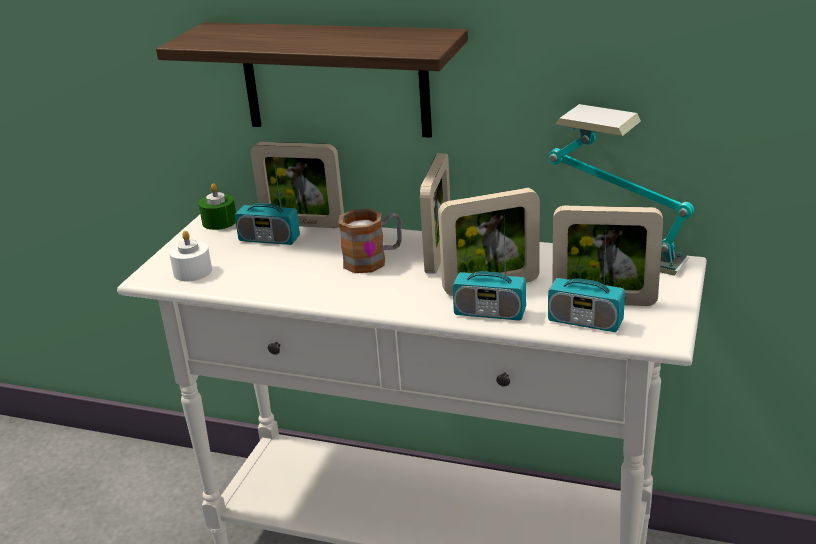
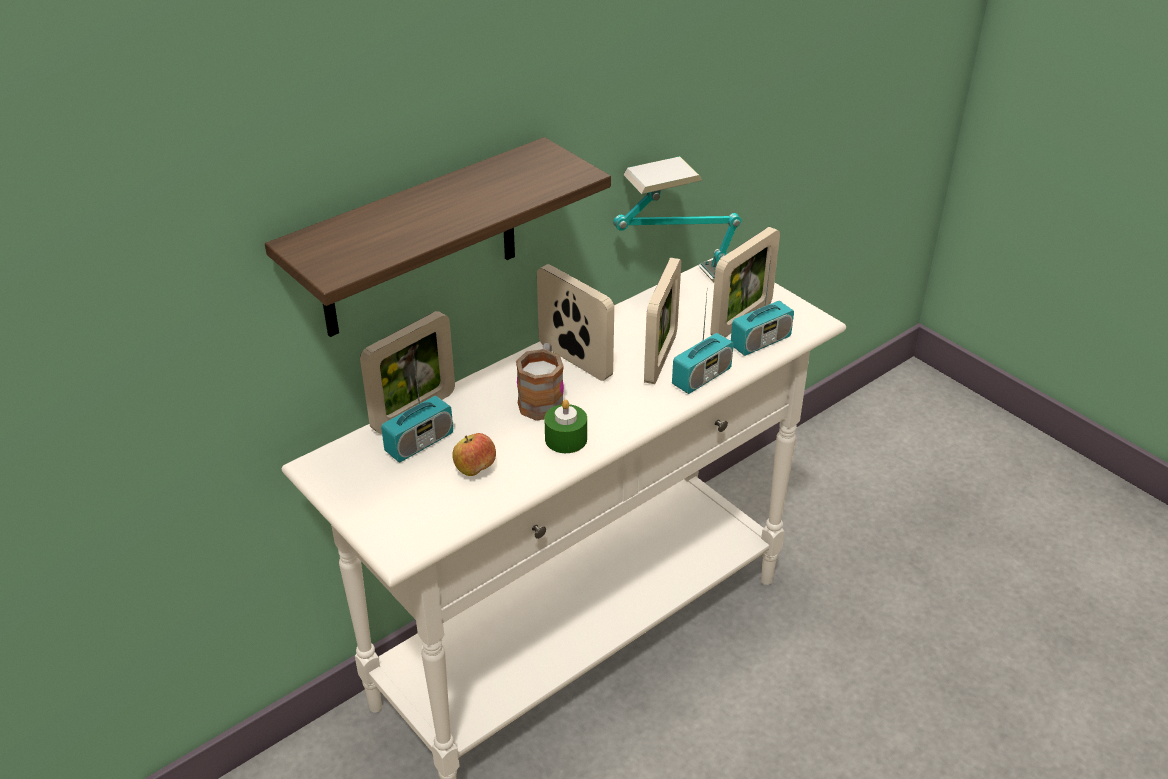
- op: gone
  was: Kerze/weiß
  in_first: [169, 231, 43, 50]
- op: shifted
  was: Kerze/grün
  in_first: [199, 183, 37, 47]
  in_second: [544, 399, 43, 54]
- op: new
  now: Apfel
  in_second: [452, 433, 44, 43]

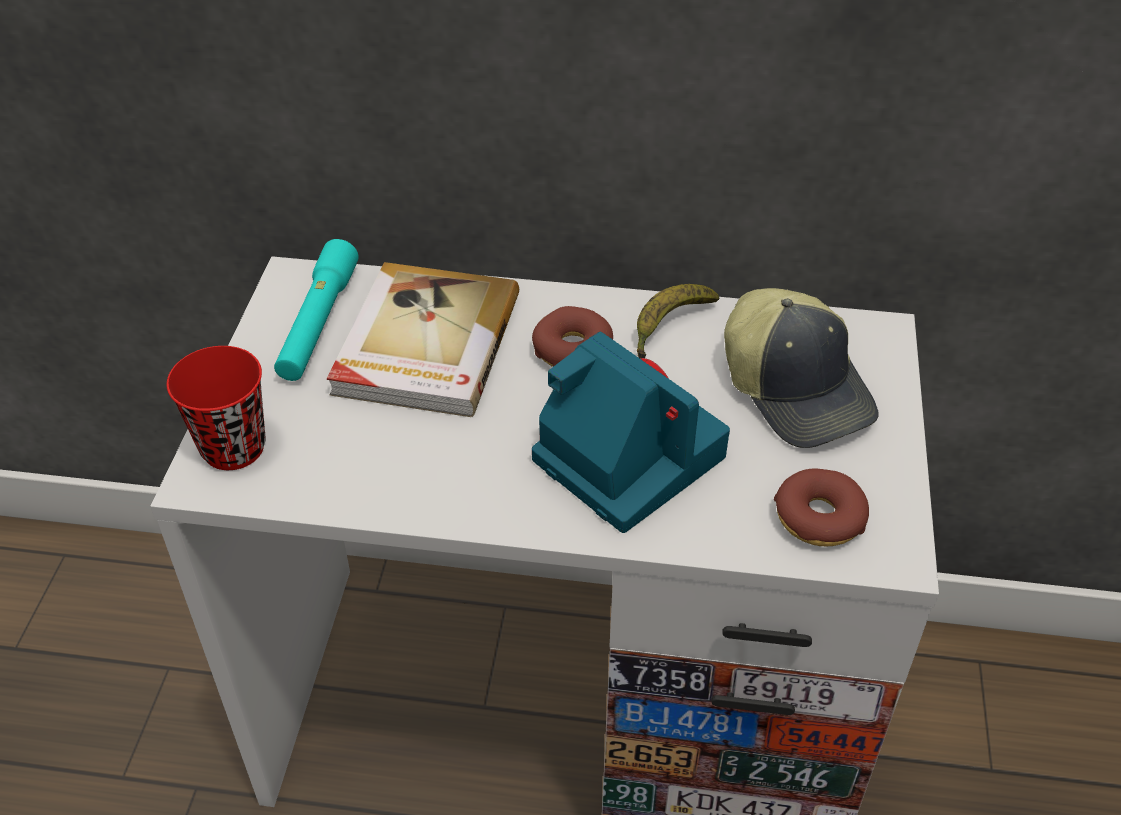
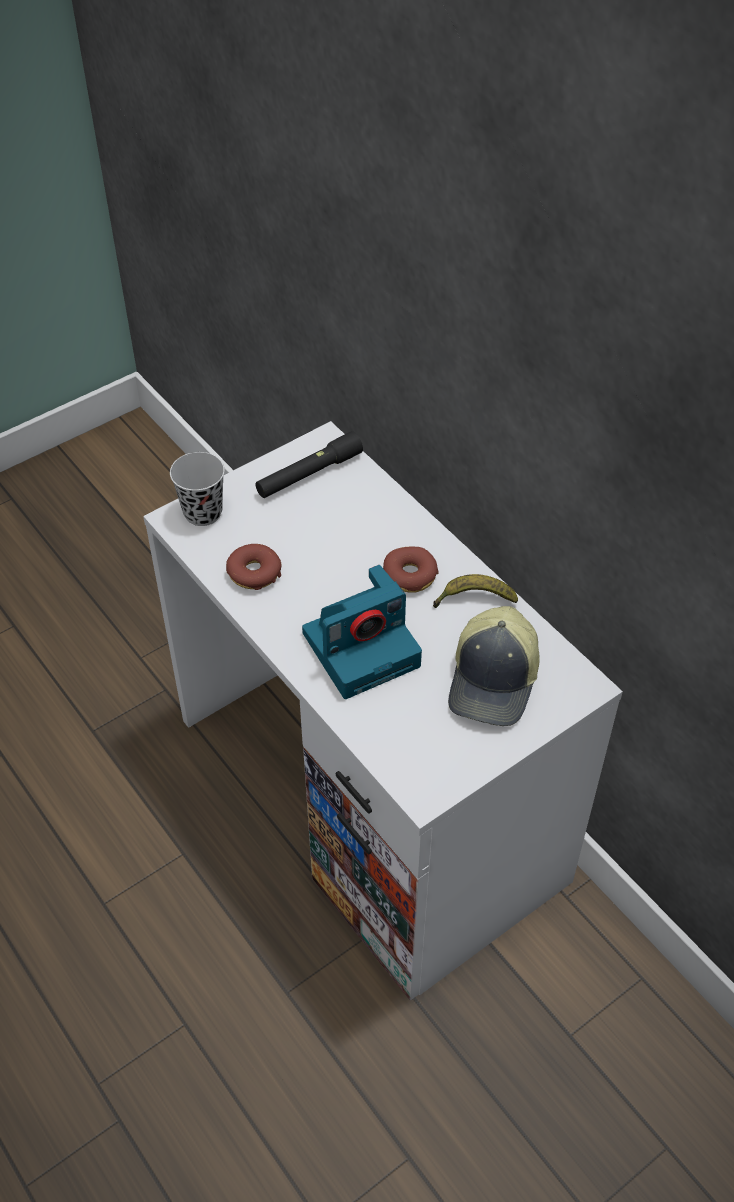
- op: repainted
  was: Tasse/rot
  now: Tasse/schwarz
  in_first: [167, 346, 99, 124]
  in_second: [170, 452, 55, 74]
- op: repainted
  was: Taschenlampe/türkis
  now: Taschenlampe/schwarz
  in_first: [274, 239, 85, 142]
  in_second: [256, 431, 107, 67]
- op: gone
  was: Buch
  in_first: [327, 262, 192, 155]
- op: rotated
  was: Kamera
  in_first: [532, 332, 198, 201]
  in_second: [302, 565, 120, 134]
  clockwise: 60
- op: shifted
  was: Donut
  in_first: [774, 468, 95, 78]
  in_second: [226, 544, 55, 46]

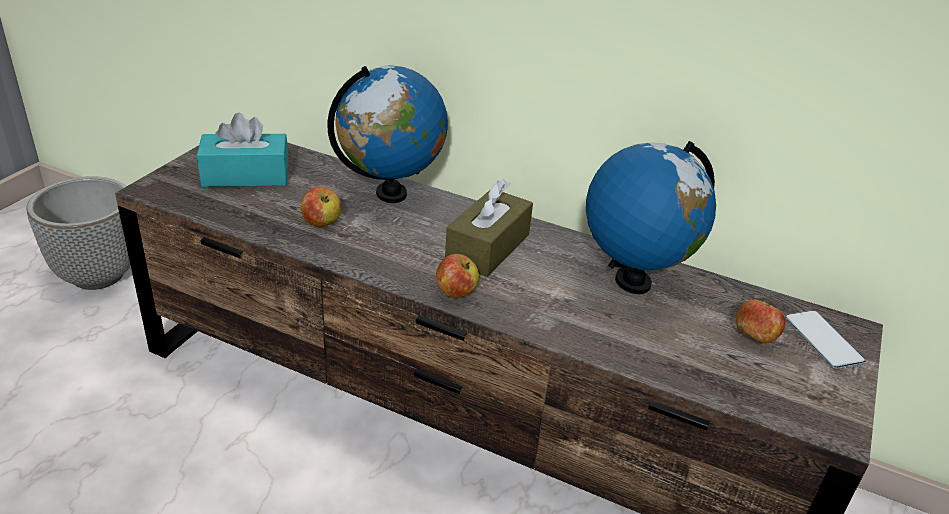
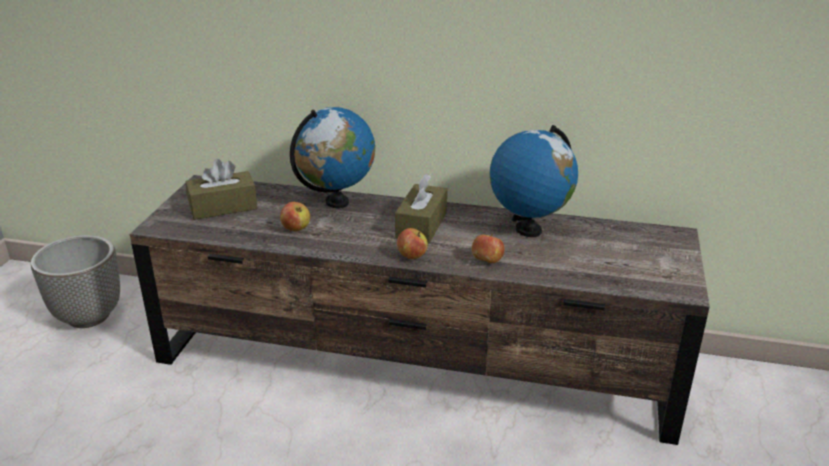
- op: repainted
  was: Taschentuchbox/türkis
  now: Taschentuchbox/braun
  in_first: [197, 113, 91, 74]
  in_second: [185, 159, 72, 61]
- op: shifted
  was: Apfel
  in_first: [736, 299, 50, 44]
  in_second: [472, 233, 33, 30]
- op: gone
  was: Handy
  in_first: [785, 310, 81, 59]

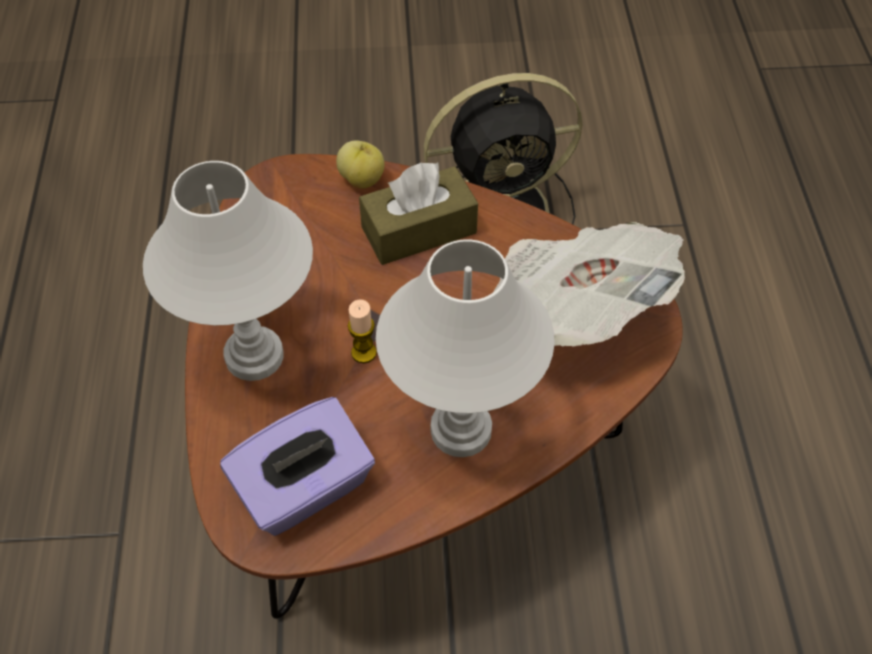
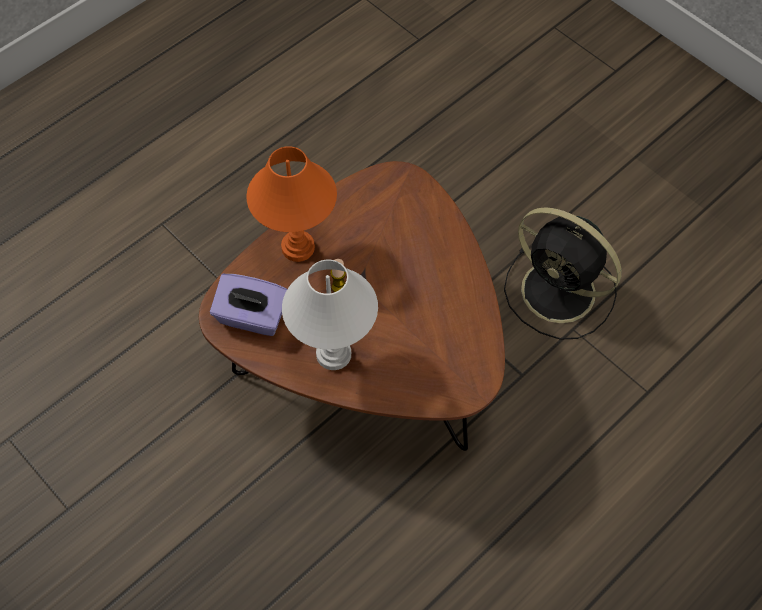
- op: repainted
  was: Tischlampe/weiß
  now: Tischlampe/orange
  in_first: [143, 161, 170, 220]
  in_second: [246, 146, 91, 116]
- op: gone
  was: Apfel
  in_first: [336, 140, 49, 49]
- op: gone
  was: Taschentuchbox/braun
  in_first: [359, 163, 119, 102]
- op: gone
  was: Zeitung
  in_first: [491, 222, 194, 125]

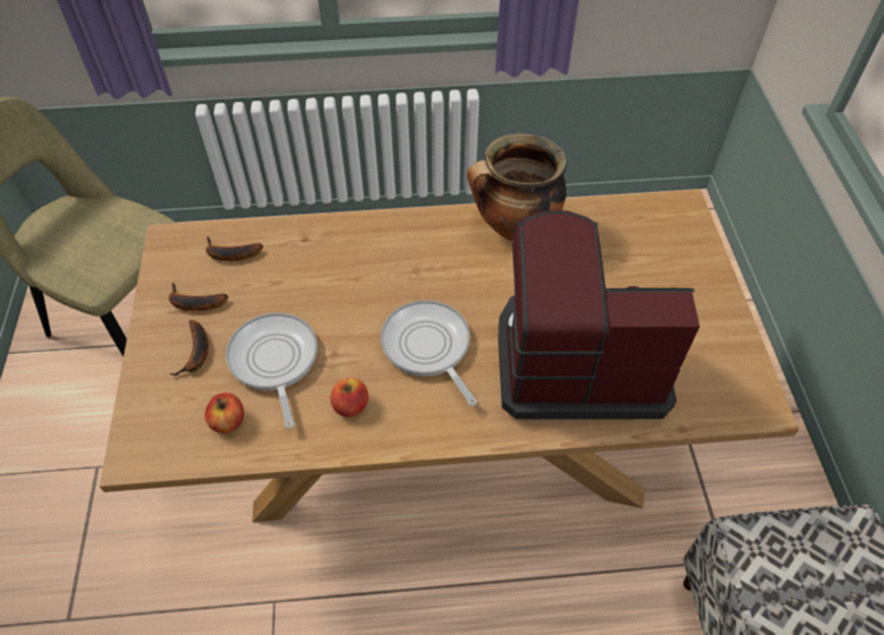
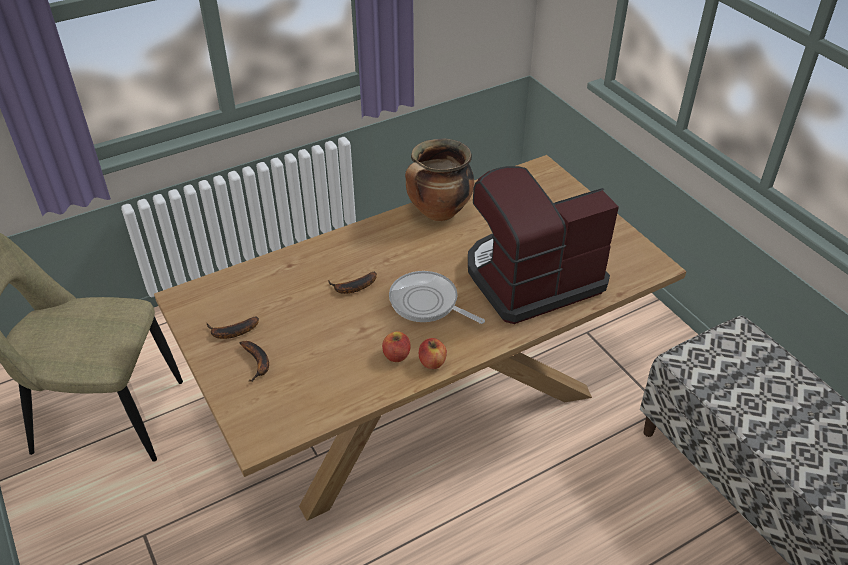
- op: shifted
  was: Apfel
  in_first: [205, 393, 39, 40]
  in_second: [419, 338, 28, 31]
- op: shifted
  was: Banane
  in_first: [206, 236, 57, 25]
  in_second: [328, 272, 49, 22]
- op: gone
  was: Pfanne
  in_first: [226, 313, 91, 116]

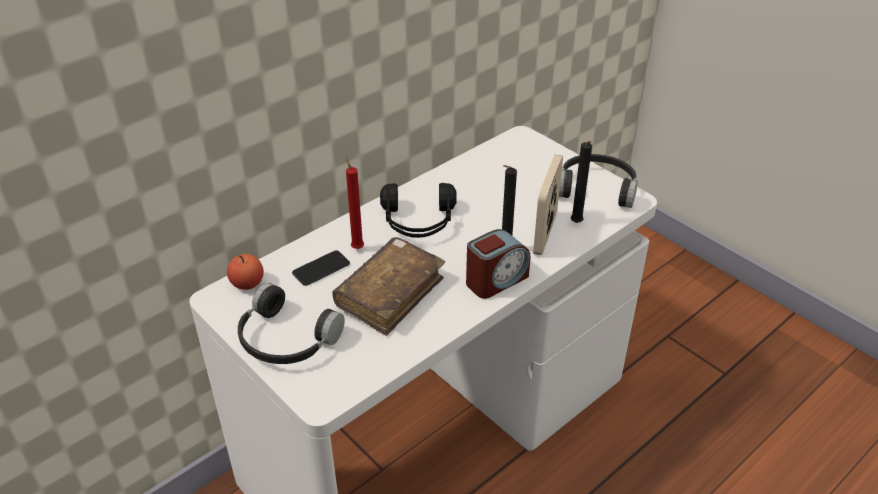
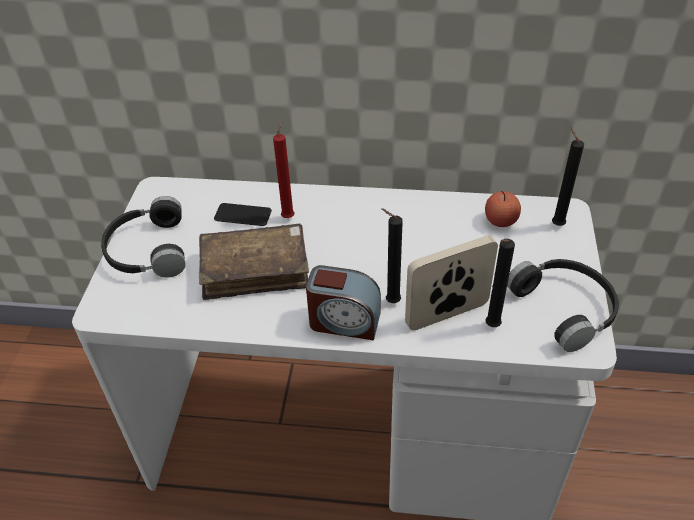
- op: shifted
  was: Apfel
  in_first: [227, 254, 37, 36]
  in_second: [485, 191, 36, 36]
- op: gone
  was: Kopfhörer/schwarz
  in_first: [380, 183, 77, 55]
- op: new
  now: Kerze/schwarz
  in_second: [552, 127, 32, 99]

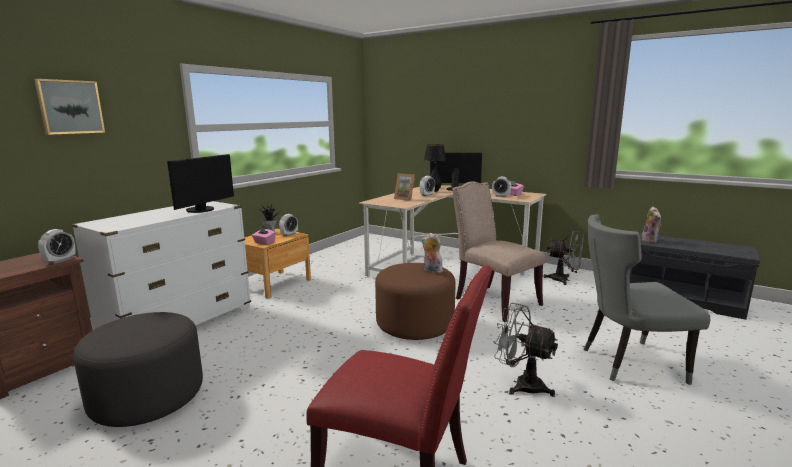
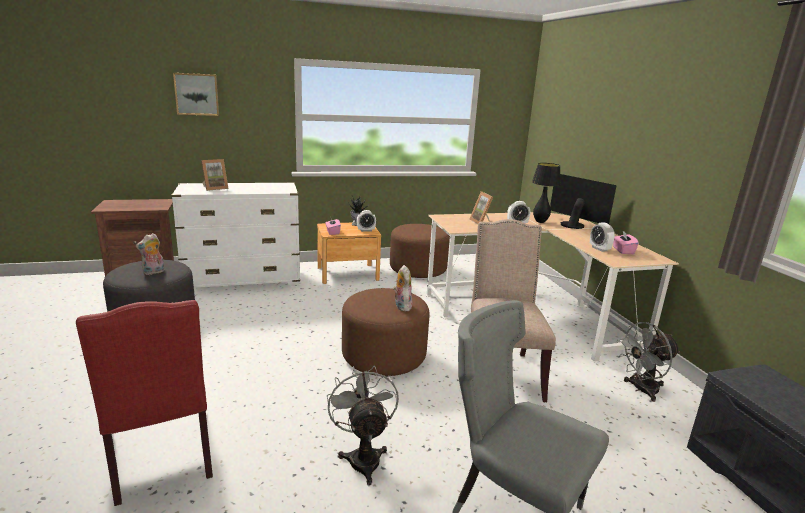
- op: gone
  was: Wecker
  in_first: [38, 229, 38, 35]
- op: gone
  was: Monitor
  in_first: [167, 154, 67, 59]
- op: rotated
  was: Ventilator/grau
  in_first: [543, 231, 41, 54]
  in_second: [616, 322, 64, 80]
  clockwise: 90
- op: shifted
  was: Plüschtier
  in_first: [642, 207, 19, 36]
  in_second: [136, 233, 29, 42]
- op: new
  now: Bilderrahmen
  in_second: [201, 159, 28, 32]
- op: new
  now: Polsterhocker/braun
  in_second: [390, 224, 60, 54]

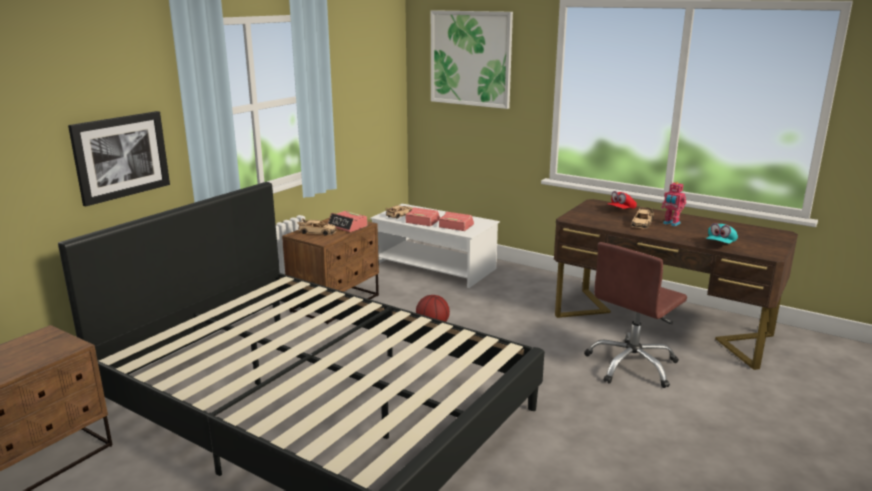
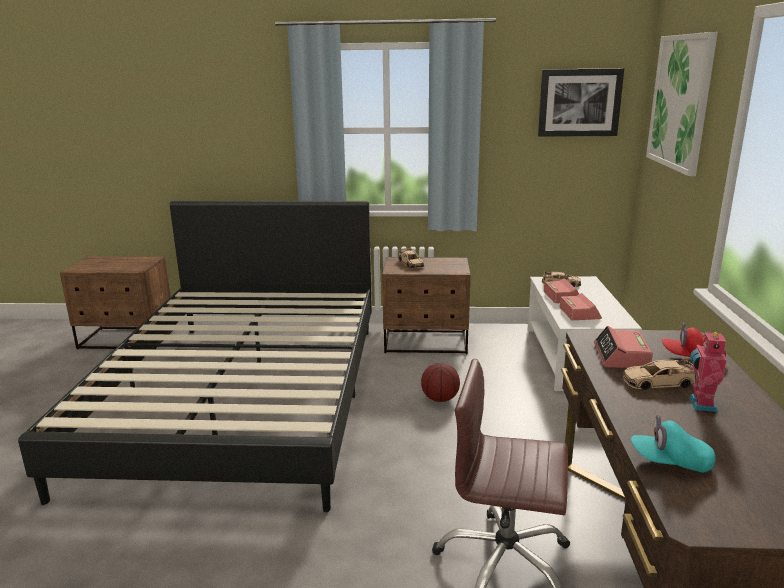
- op: shifted
  was: Bild
  in_first: [68, 111, 102, 95]
  in_second: [538, 68, 86, 69]
- op: shifted
  was: Wecker
  in_first: [327, 211, 40, 21]
  in_second: [594, 326, 59, 42]

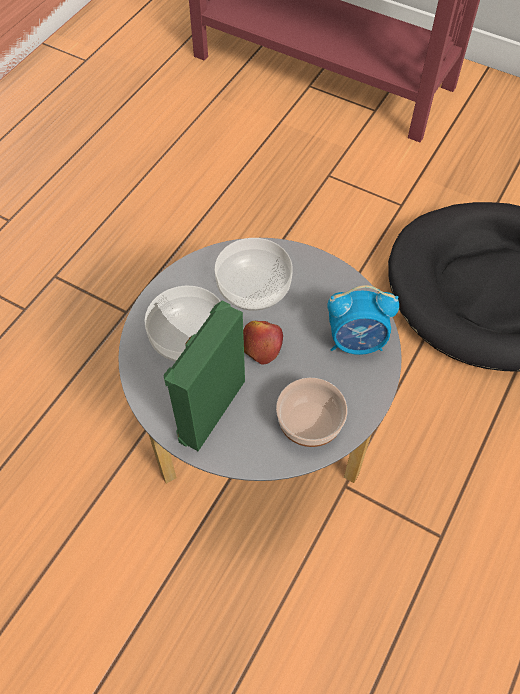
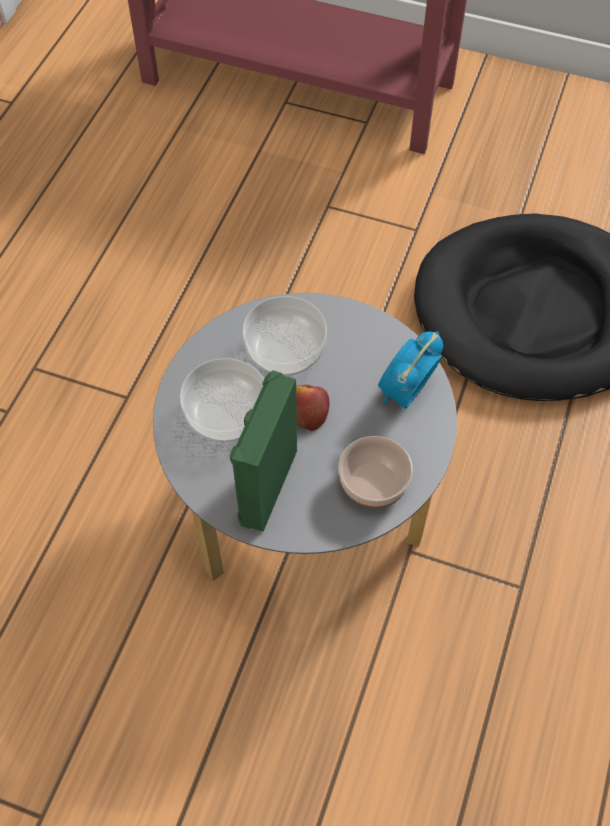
- op: rotated
  was: Wecker
  in_first: [327, 285, 72, 70]
  in_second: [378, 331, 65, 78]
  clockwise: 135

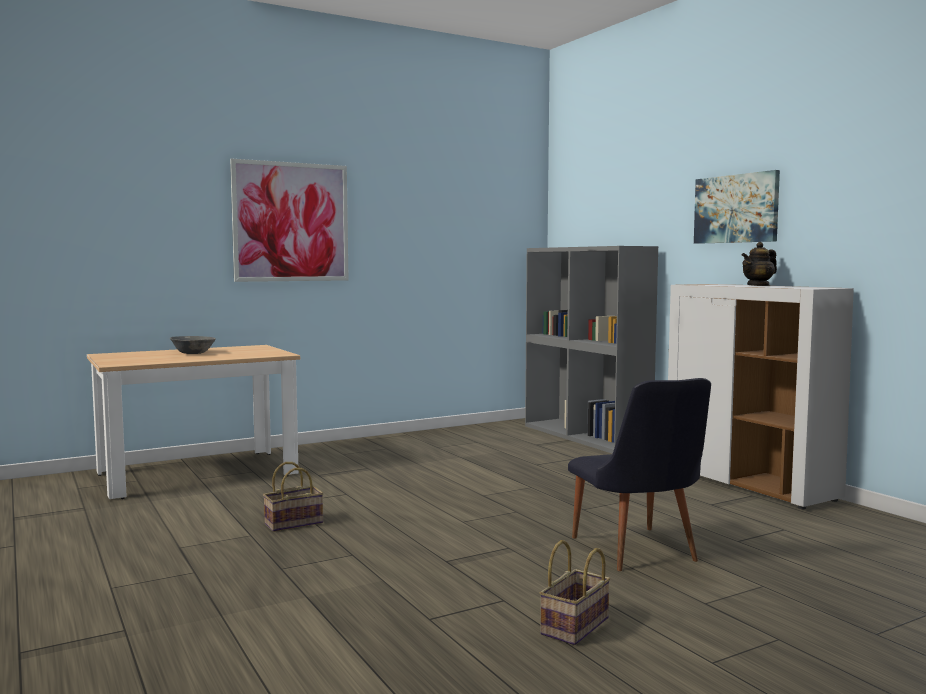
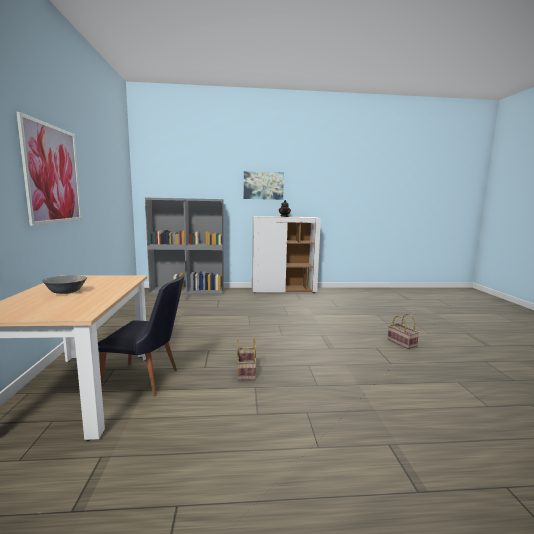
- op: shifted
  was: Stuhl/schwarz
  in_first: [568, 378, 143, 193]
  in_second: [98, 276, 86, 120]

